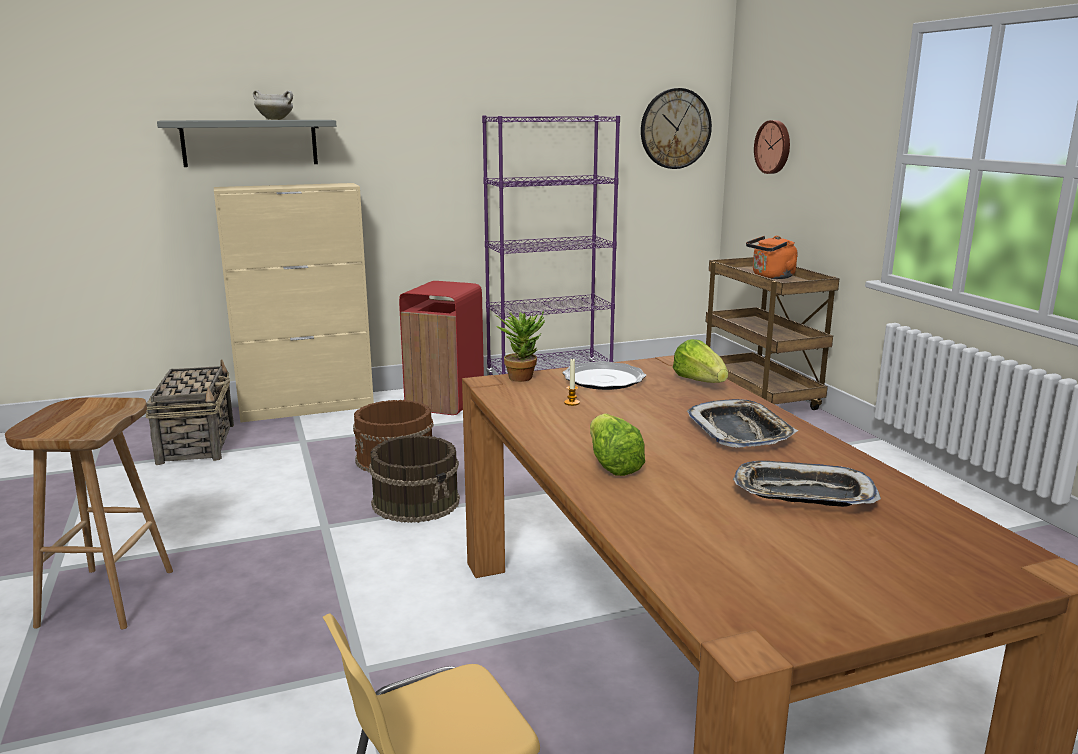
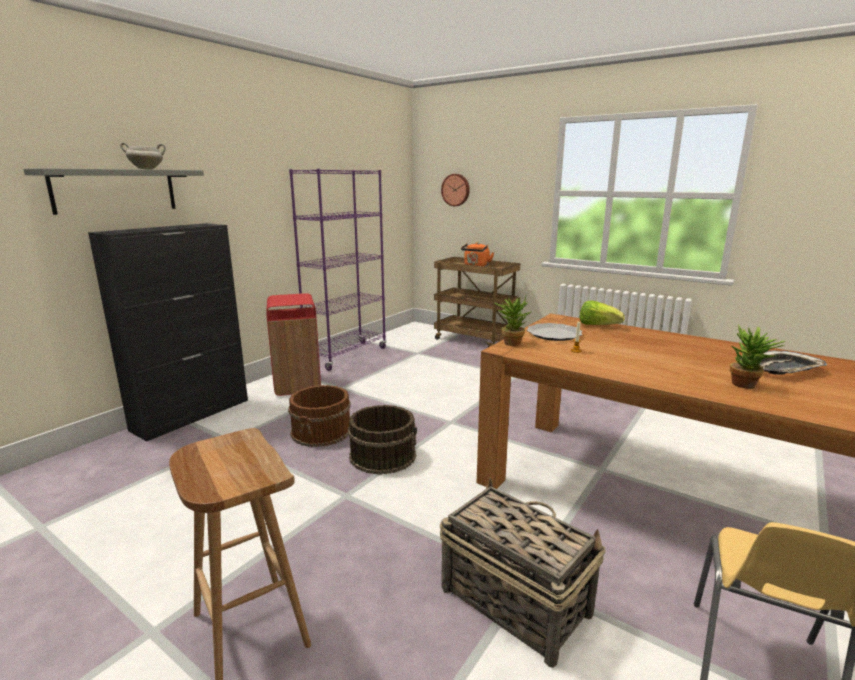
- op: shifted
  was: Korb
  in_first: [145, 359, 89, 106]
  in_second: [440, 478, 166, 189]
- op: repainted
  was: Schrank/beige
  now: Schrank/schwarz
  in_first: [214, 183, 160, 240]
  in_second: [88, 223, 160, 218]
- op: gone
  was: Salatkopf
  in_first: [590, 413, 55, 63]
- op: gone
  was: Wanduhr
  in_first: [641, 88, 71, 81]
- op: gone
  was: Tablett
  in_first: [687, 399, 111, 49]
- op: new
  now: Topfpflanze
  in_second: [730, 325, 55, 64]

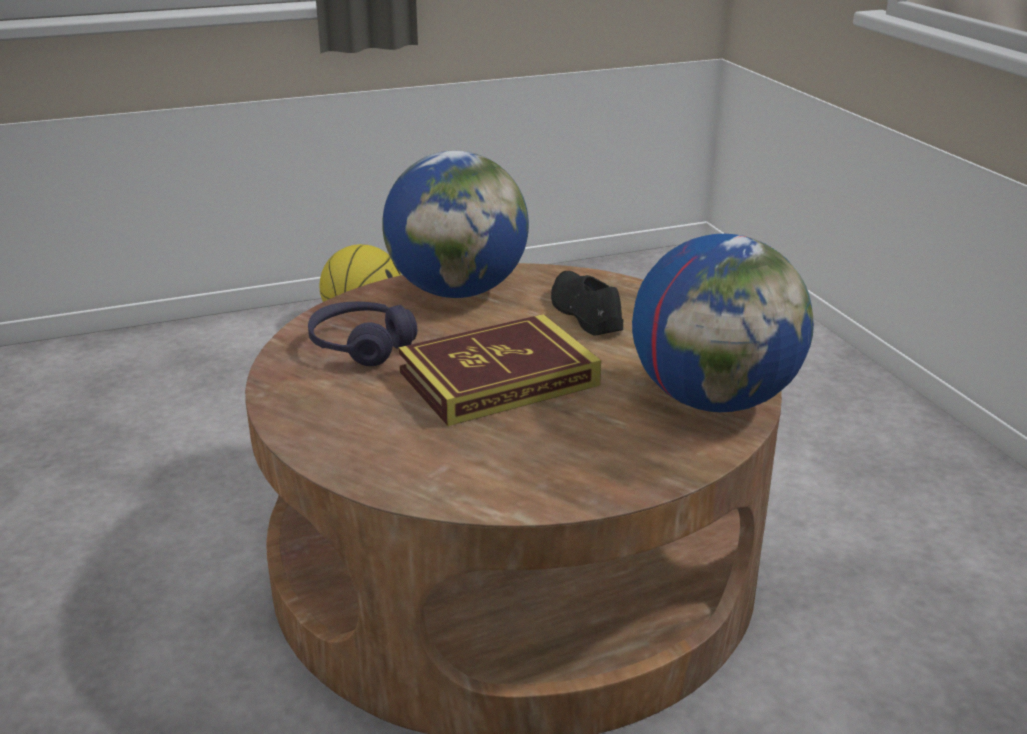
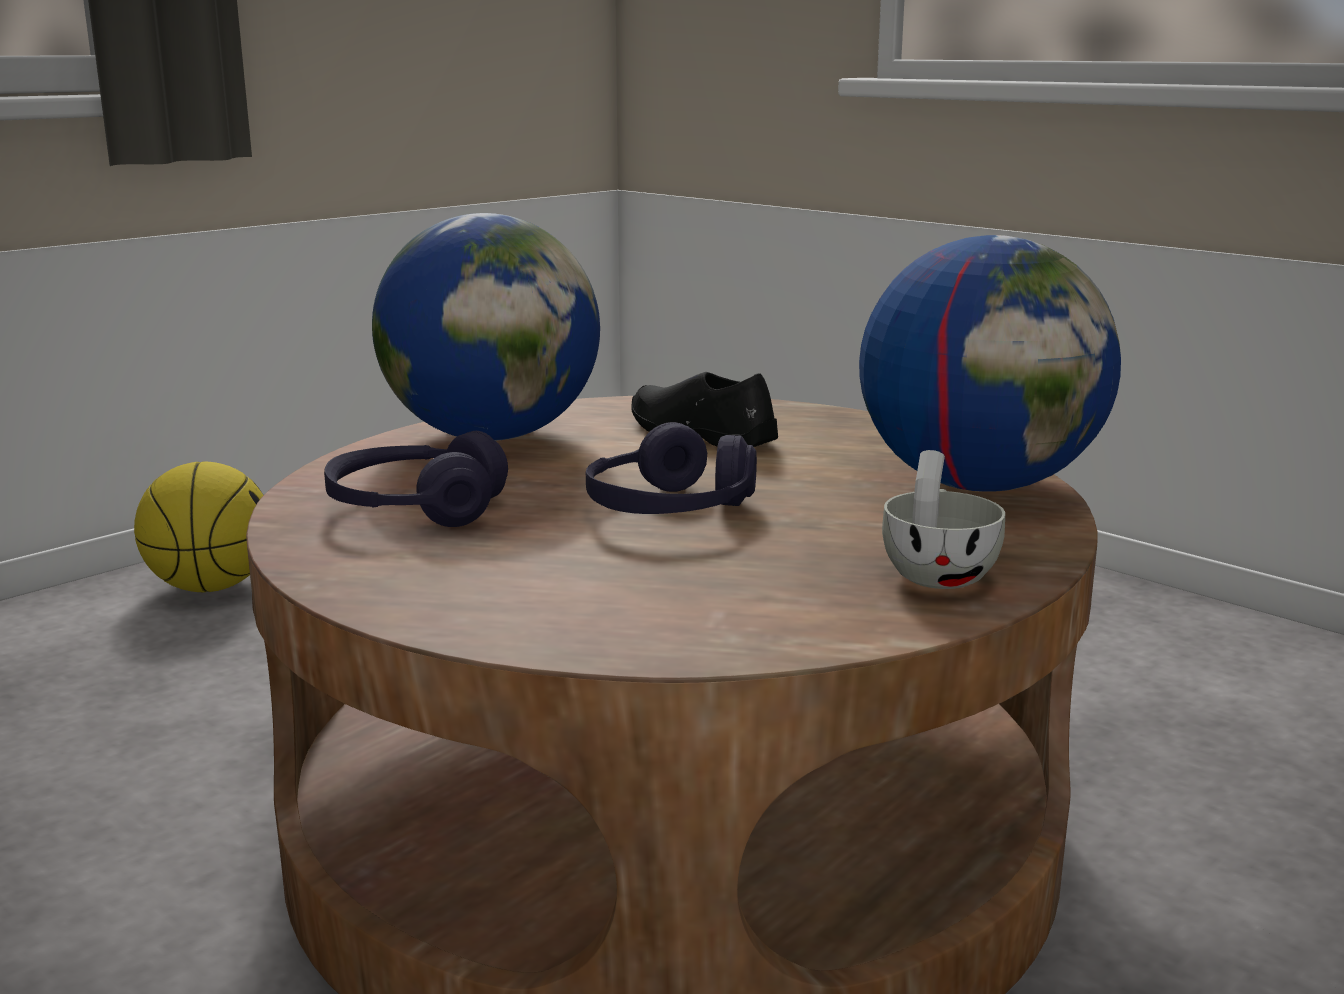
- op: swapped
  was: Buch
  now: Kopfhörer/lila
  in_first: [398, 314, 203, 112]
  in_second: [586, 422, 171, 92]
- op: new
  now: Tasse/weiß
  in_second: [882, 450, 123, 139]

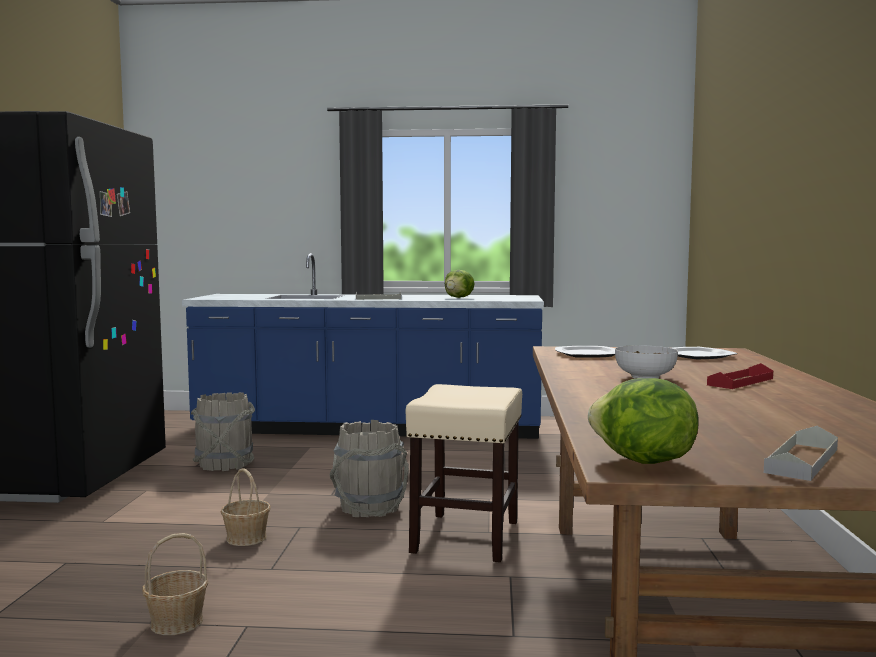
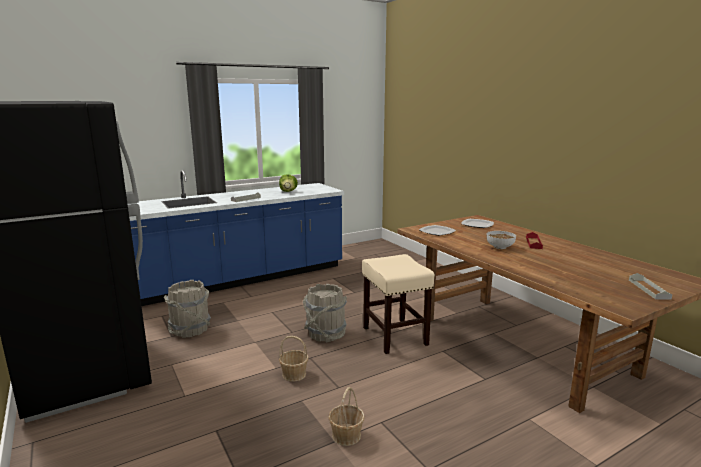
- op: gone
  was: Salatkopf
  in_first: [588, 378, 111, 86]

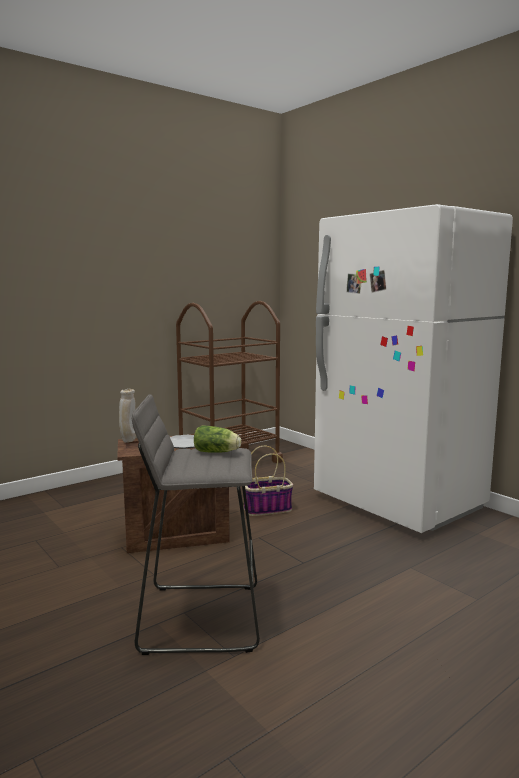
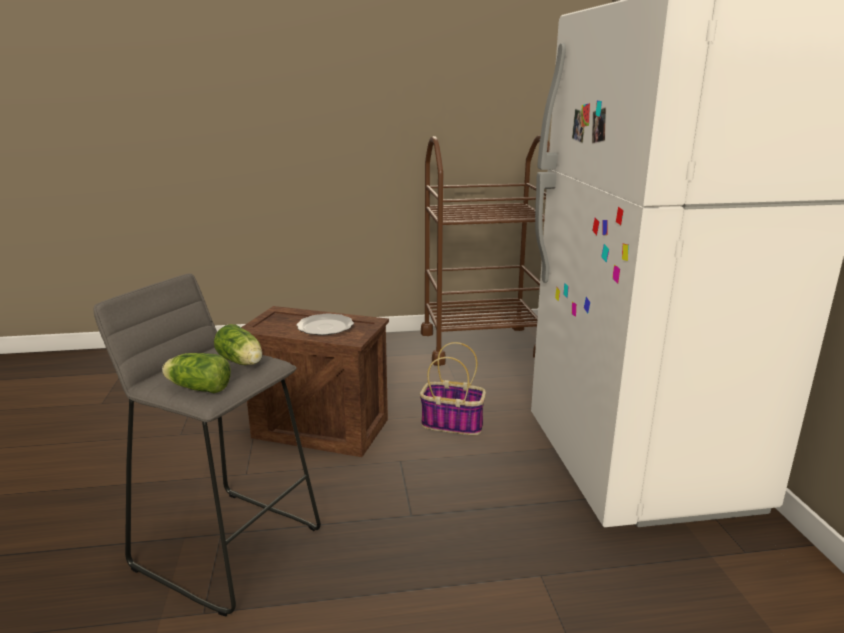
- op: gone
  was: Vase/beige
  in_first: [119, 389, 17, 54]
- op: new
  now: Salatkopf
  in_second: [162, 353, 69, 40]

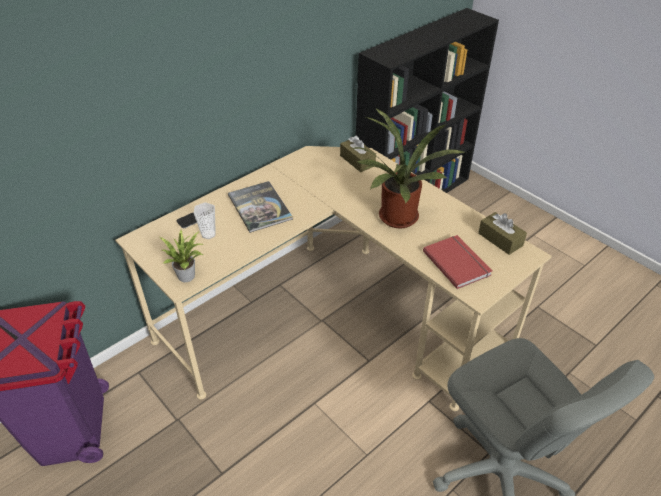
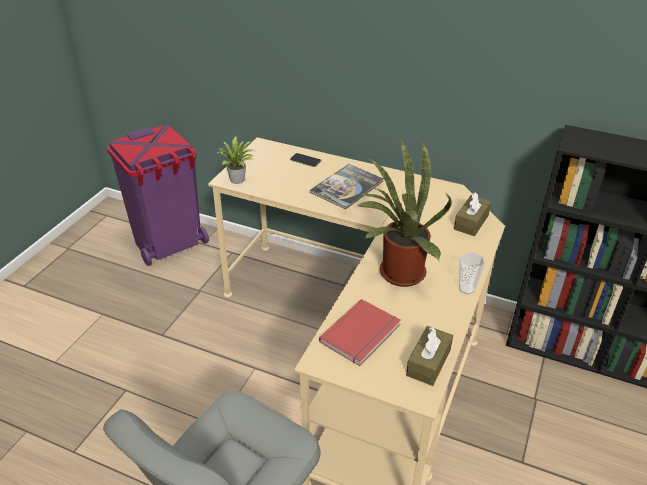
- op: shifted
  was: Tasse
  in_first: [194, 202, 22, 37]
  in_second: [459, 252, 26, 42]

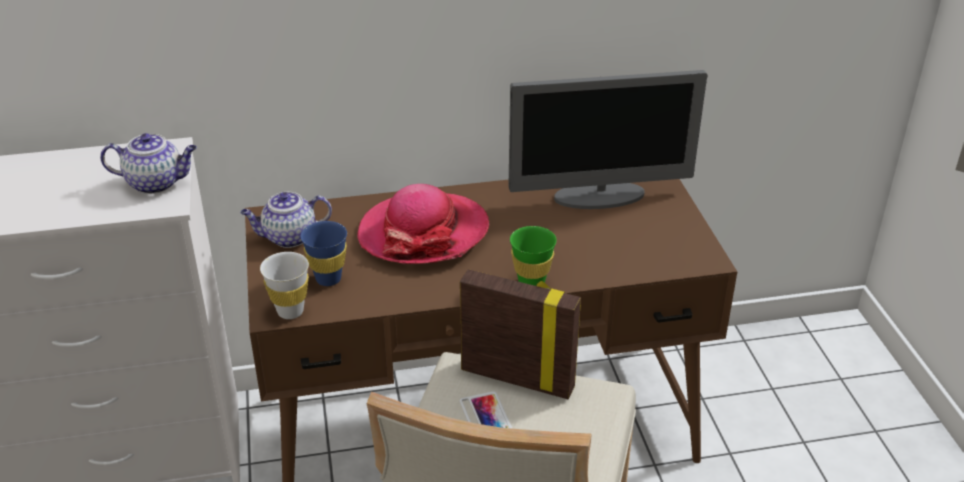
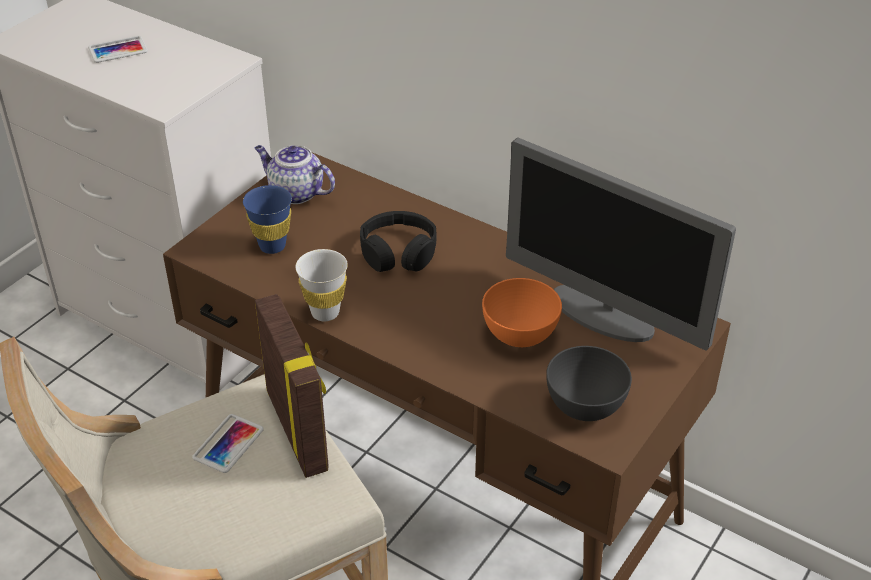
- op: gone
  was: Teekanne
  in_first: [100, 133, 97, 61]
- op: shifted
  was: Tasse/weiß
  in_first: [260, 252, 49, 67]
  in_second: [295, 249, 53, 72]
- op: swapped
  was: Hut
  now: Kopfhörer/schwarz
  in_first: [357, 184, 132, 80]
  in_second: [360, 211, 77, 61]
- op: gone
  was: Tasse/grün
  in_first: [510, 226, 47, 60]
- op: new
  now: Handy
  in_second: [88, 36, 60, 27]
- op: new
  now: Schüssel/orange
  in_second: [482, 278, 80, 69]
- op: new
  now: Schüssel/grau
  in_second: [546, 346, 86, 75]

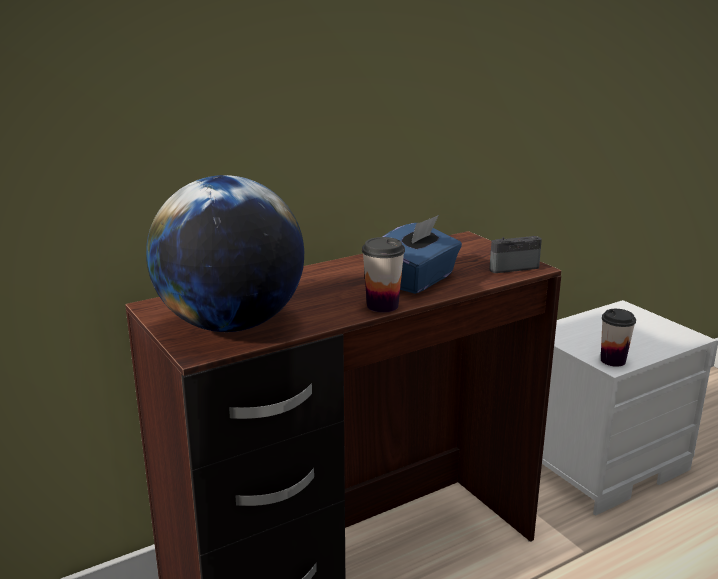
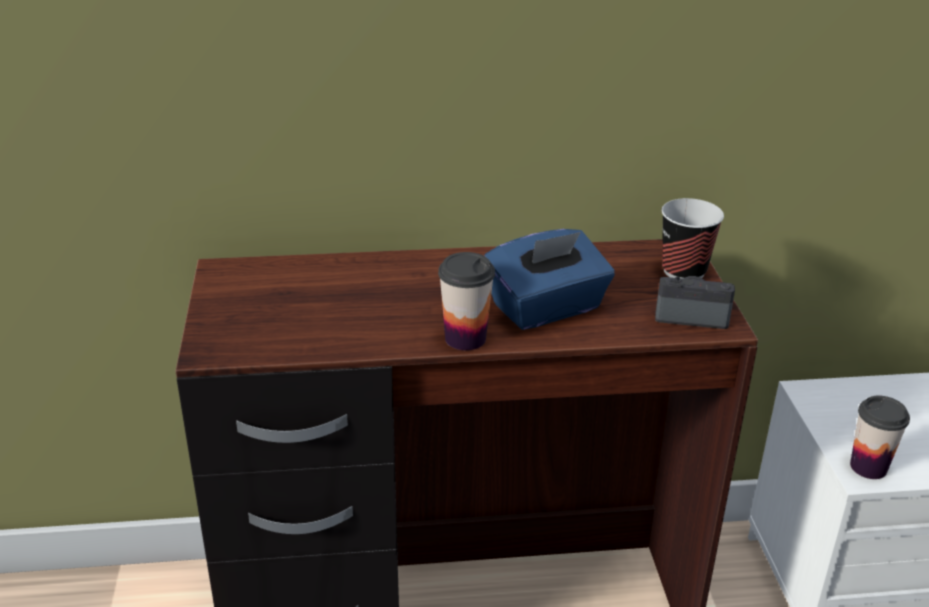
- op: gone
  was: Globus
  in_first: [146, 175, 158, 157]
- op: new
  now: Tasse
  in_second: [661, 198, 63, 81]

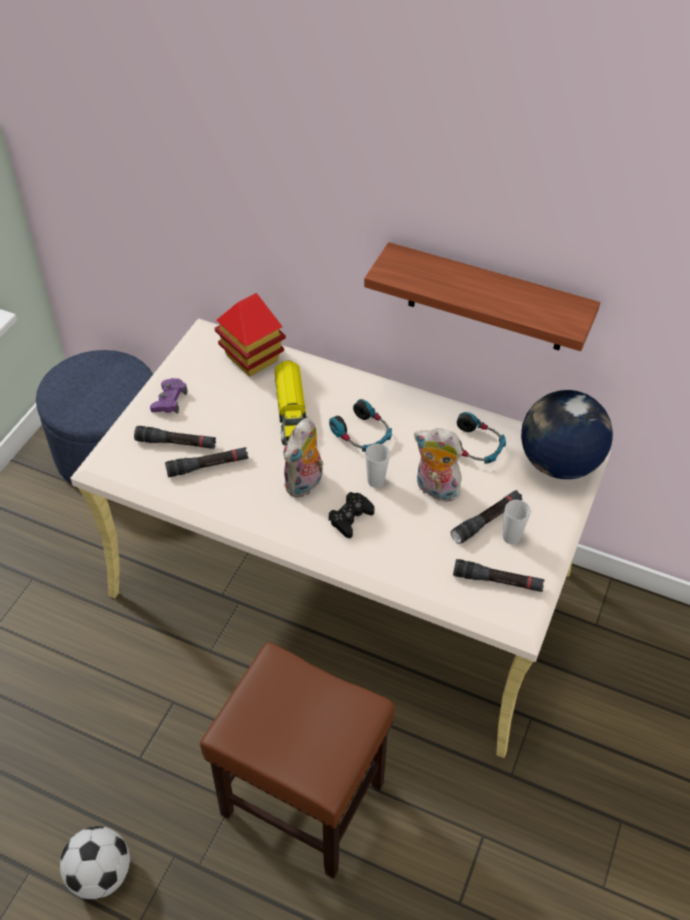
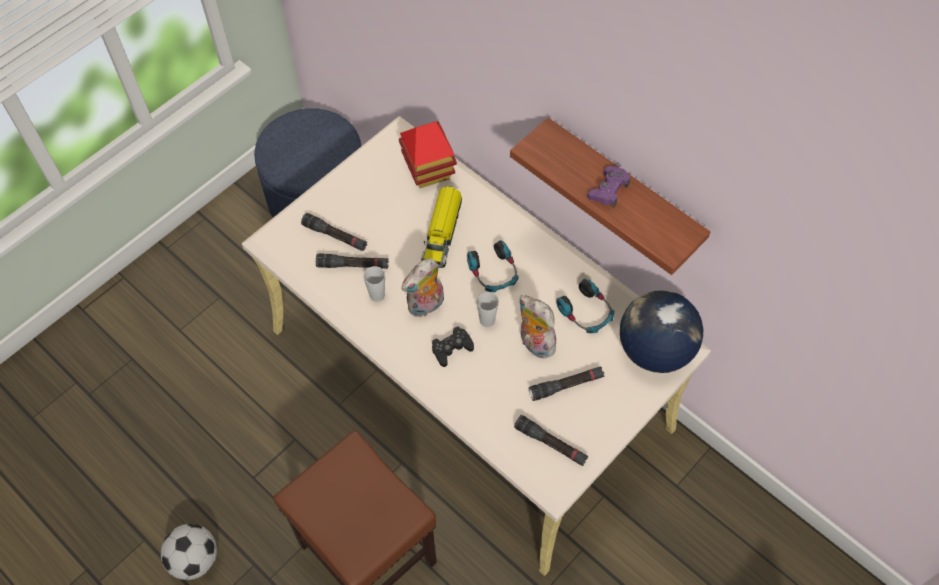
- op: shifted
  was: Gamepad/lila
  in_first: [150, 378, 38, 36]
  in_second: [587, 166, 43, 42]
- op: shifted
  was: Tasse
  in_first: [503, 500, 28, 44]
  in_second: [363, 266, 22, 36]

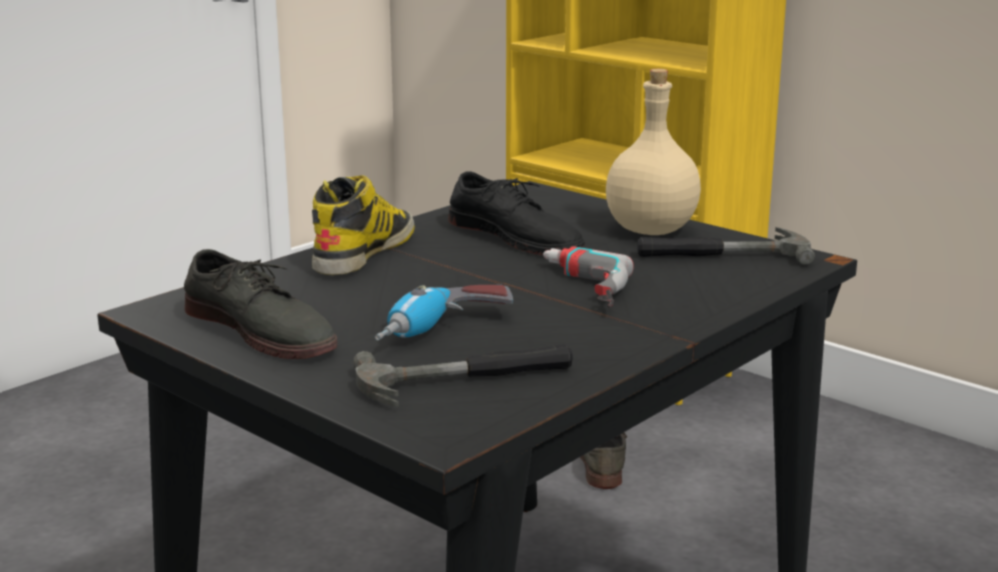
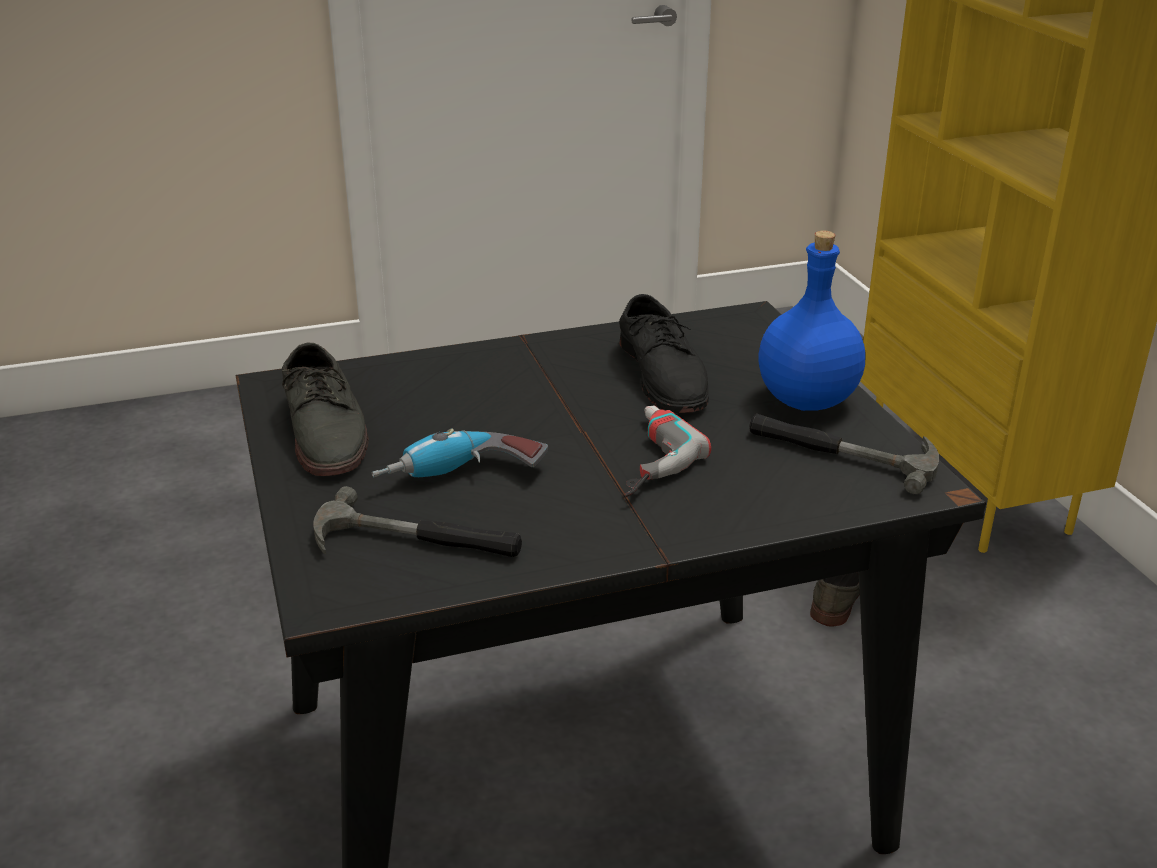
- op: gone
  was: Stiefel
  in_first: [312, 175, 103, 100]
- op: repainted
  was: Flasche/beige
  now: Flasche/blau
  in_first: [606, 69, 95, 166]
  in_second: [758, 231, 107, 180]

